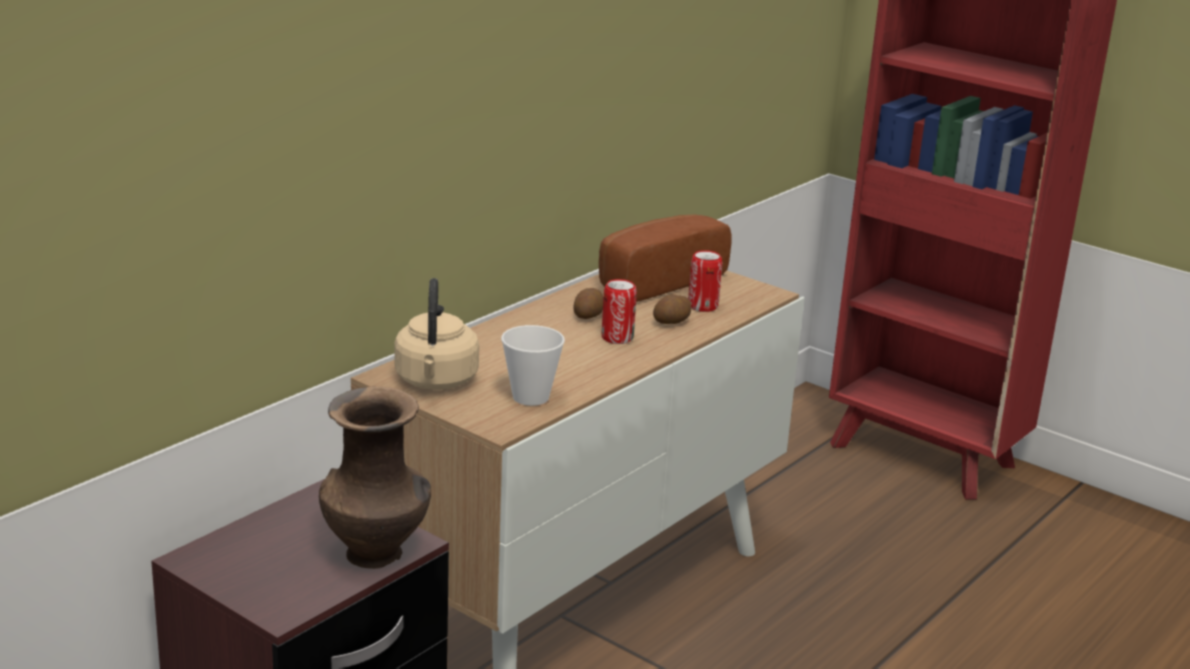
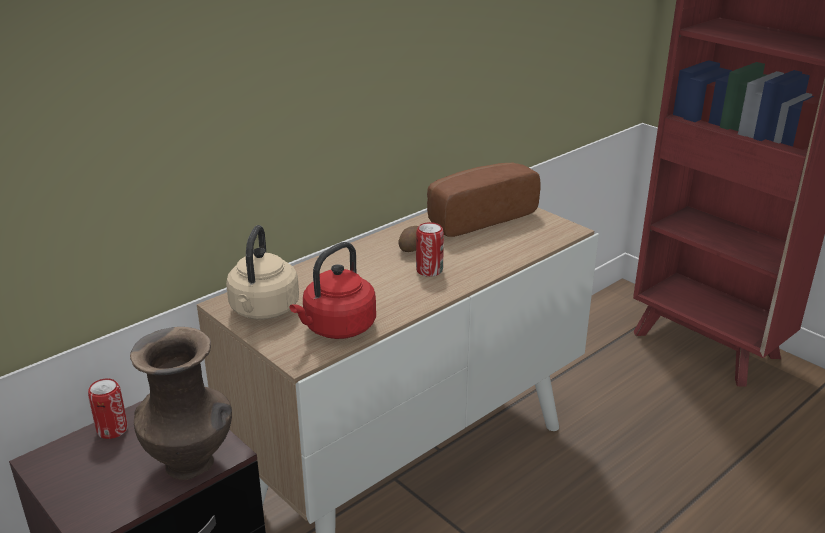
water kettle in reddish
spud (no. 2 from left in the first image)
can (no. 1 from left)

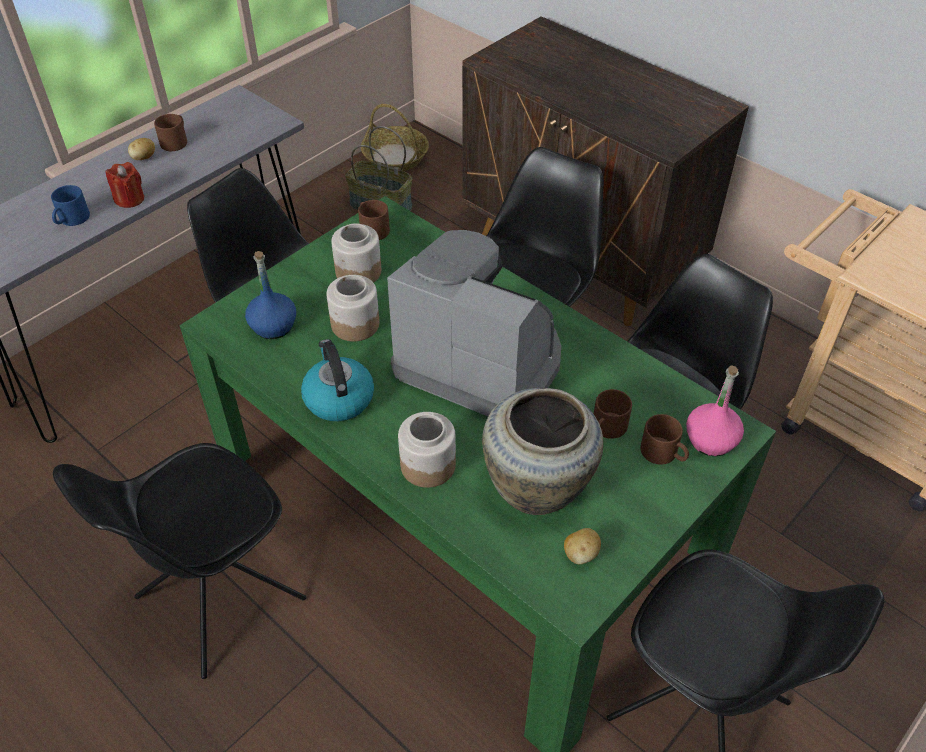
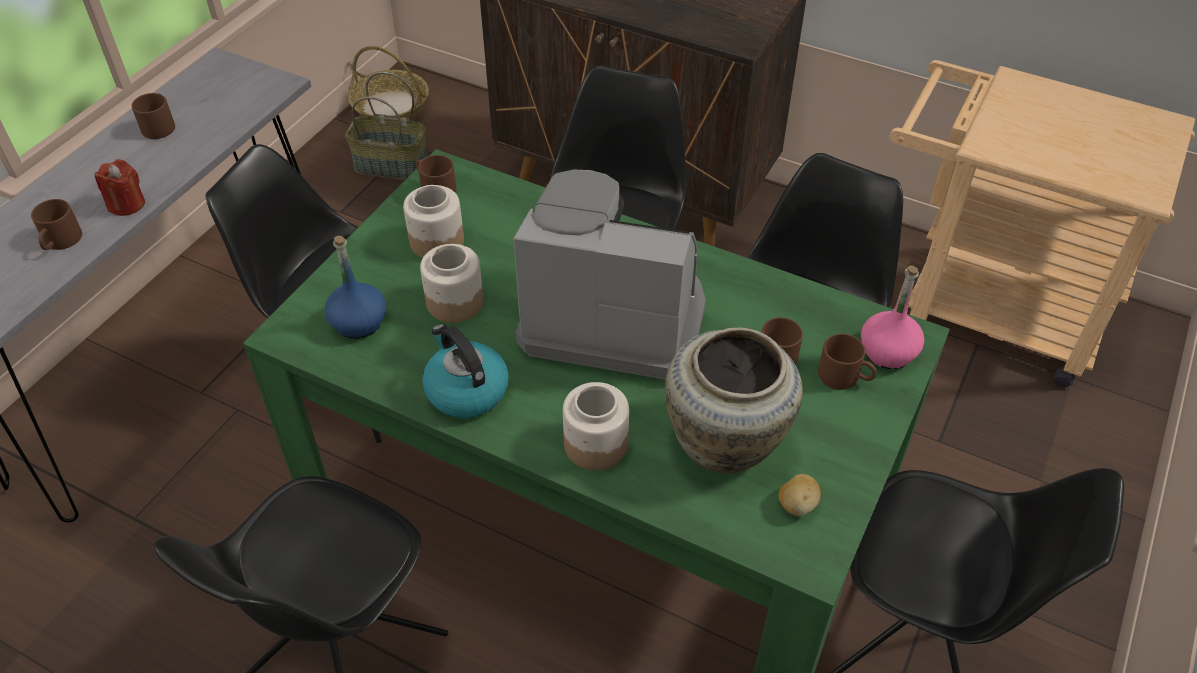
coffee mug in brownish (no. 1 from left)
spud (no. 1 from left in the first image)

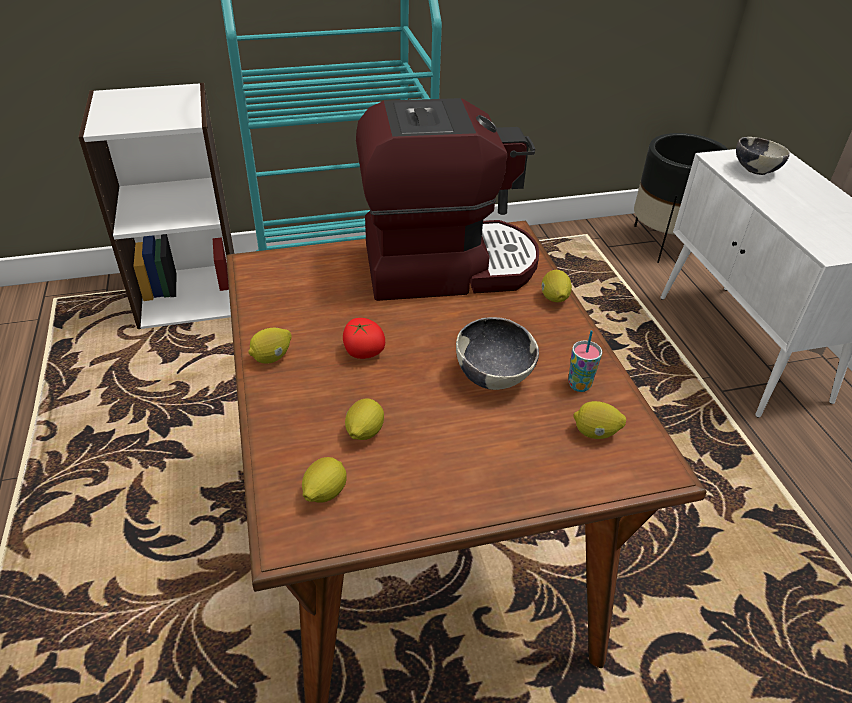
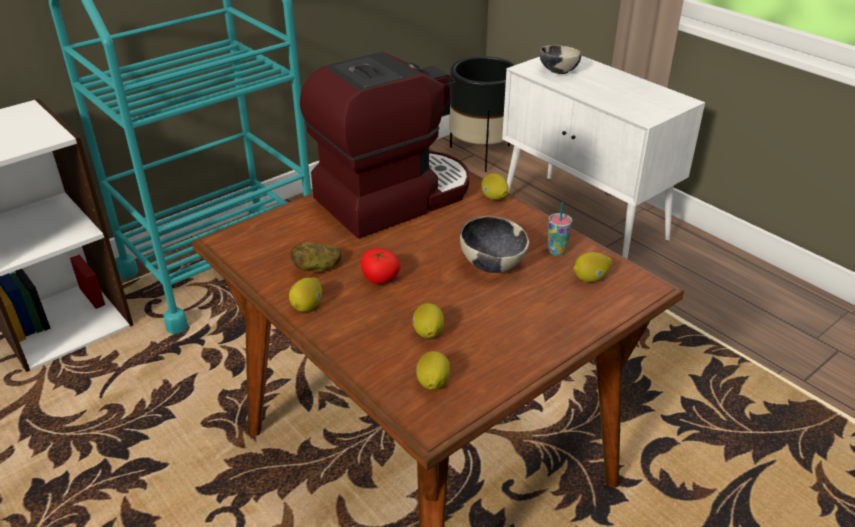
spud

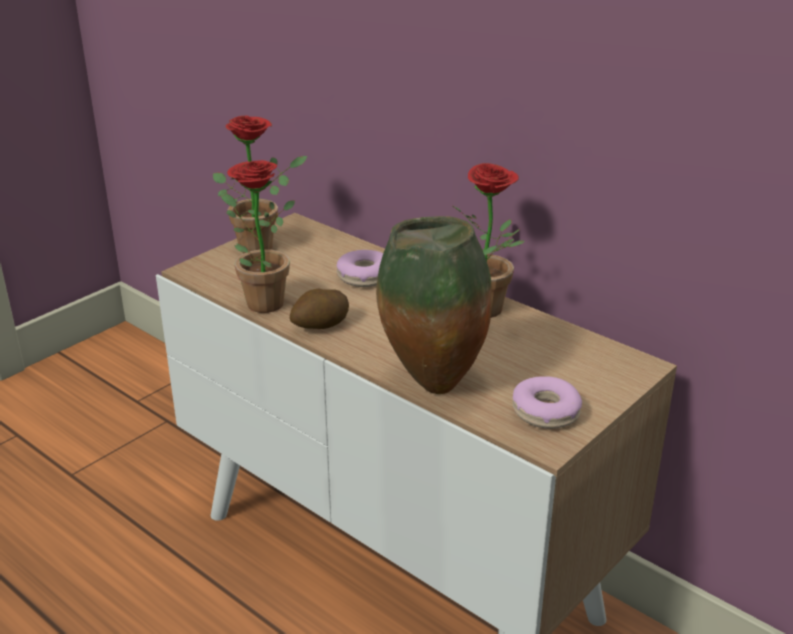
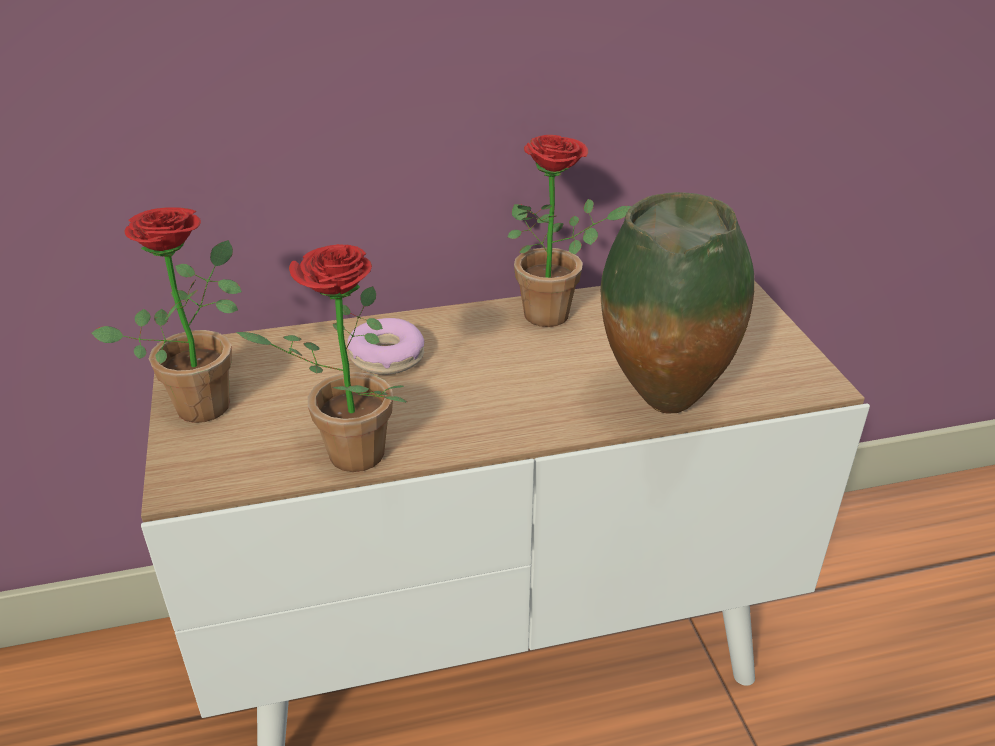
spud
donut (no. 2 from left in the first image)

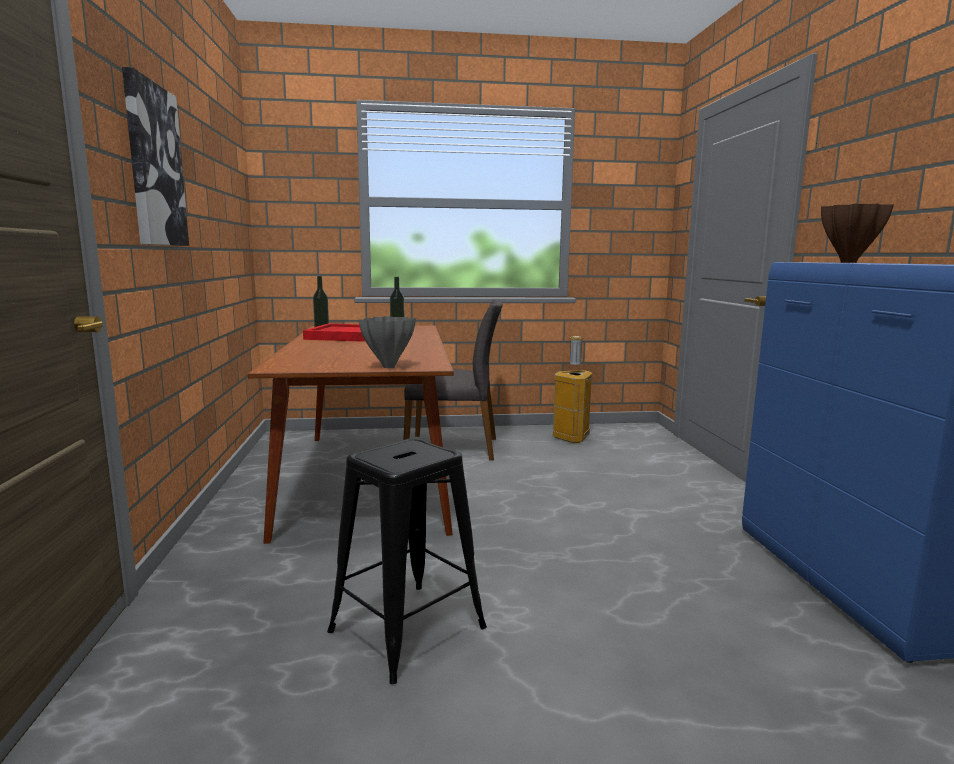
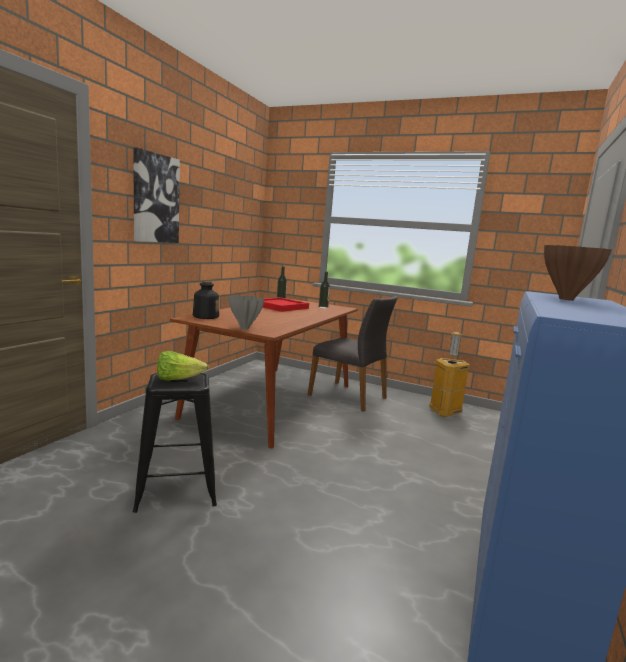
head of lettuce
beverage bottle (no. 1 from left)

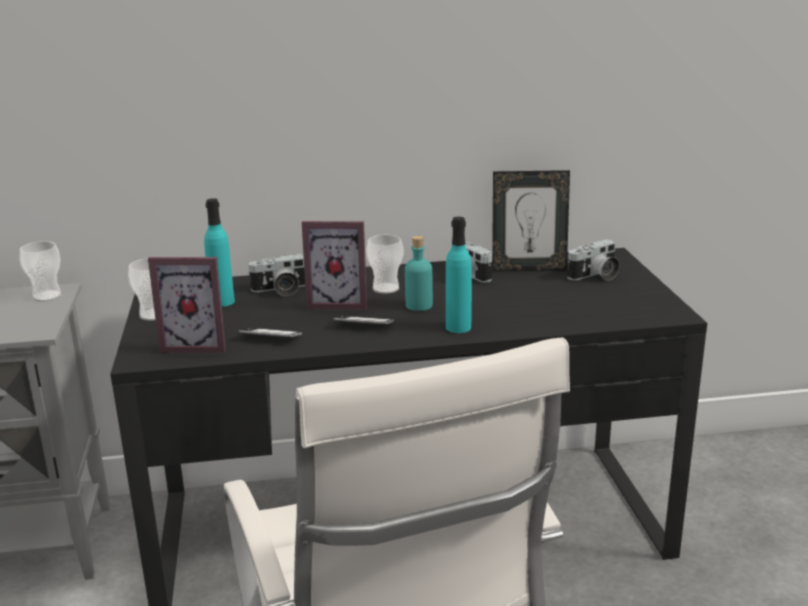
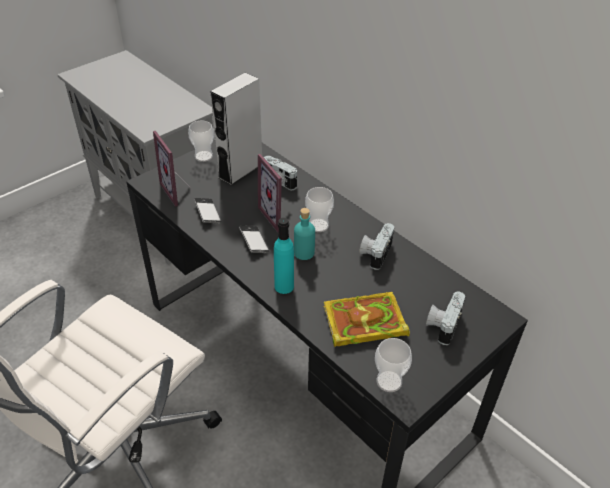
drinking cup (no. 3 from left)
loudspeaker in greyish
standing frame (no. 3 from left in the first image)
photo camera (no. 3 from left)
volume

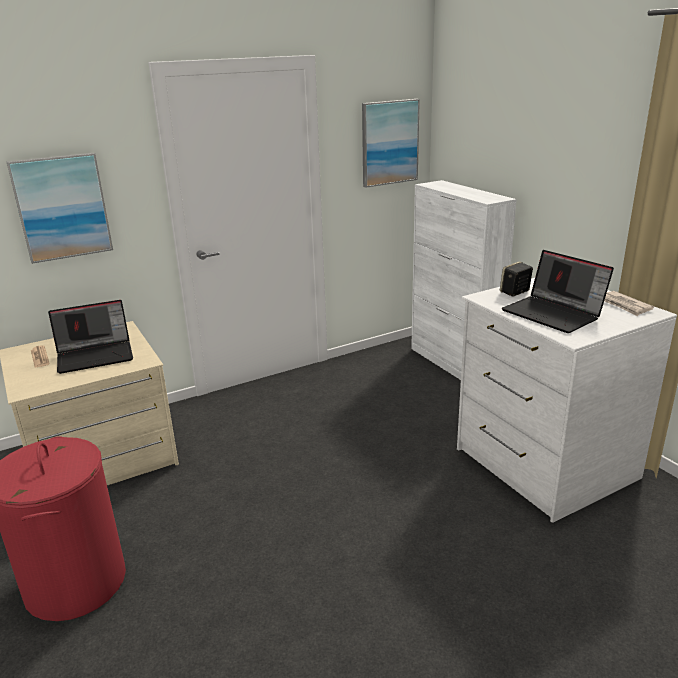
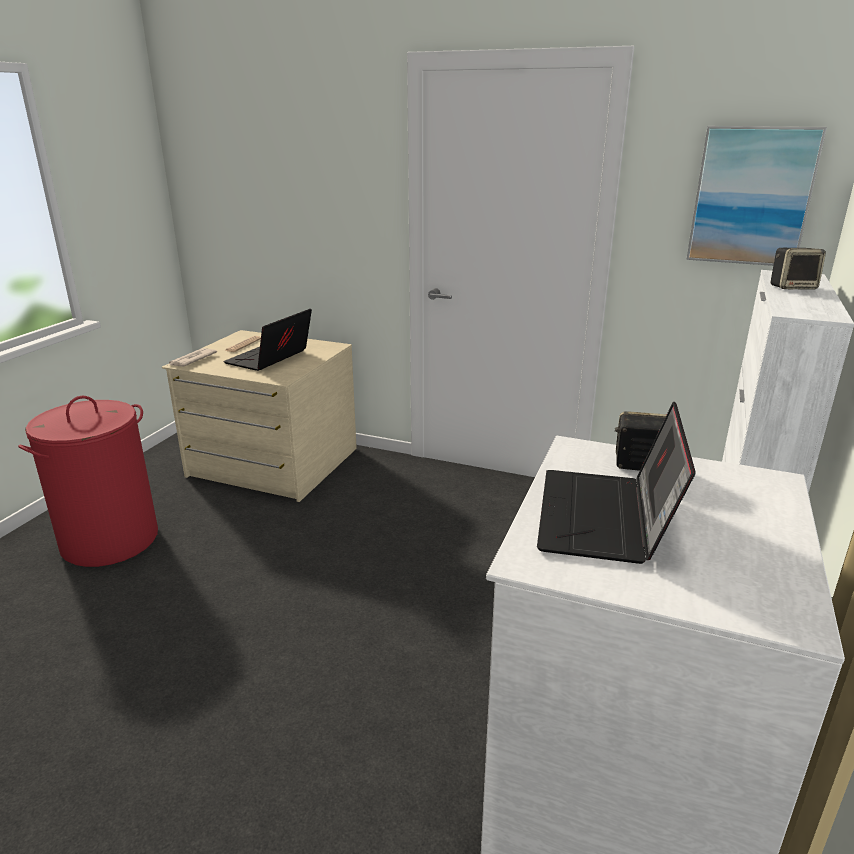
picture (no. 1 from left in the first image)
portable computer (no. 1 from left)
printed paper (no. 1 from left)
loudspeaker (no. 2 from left)

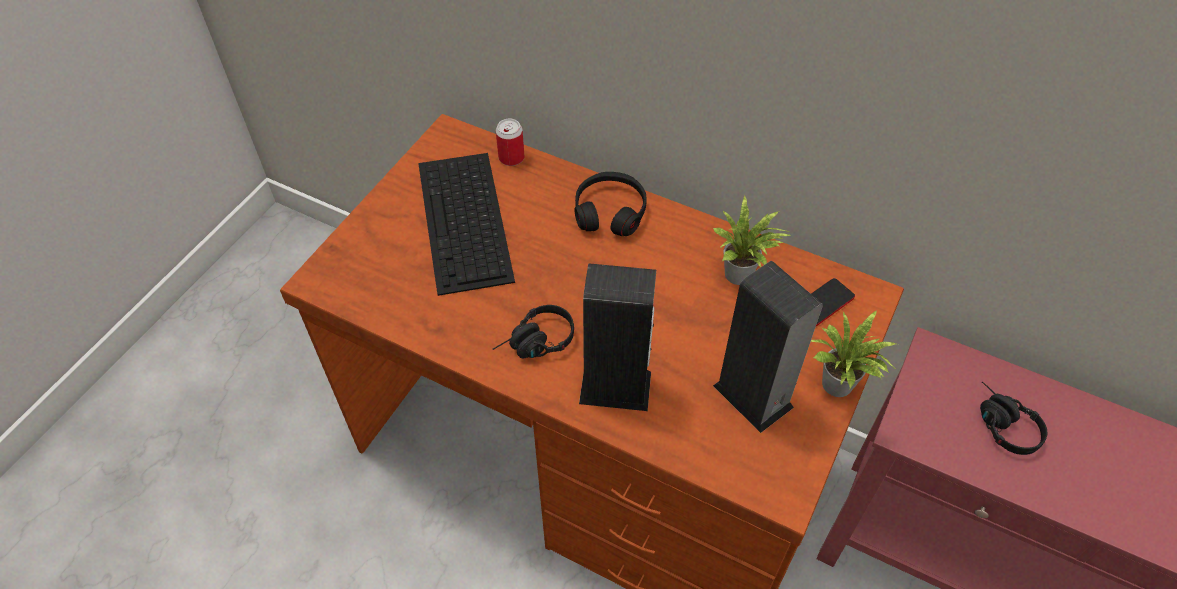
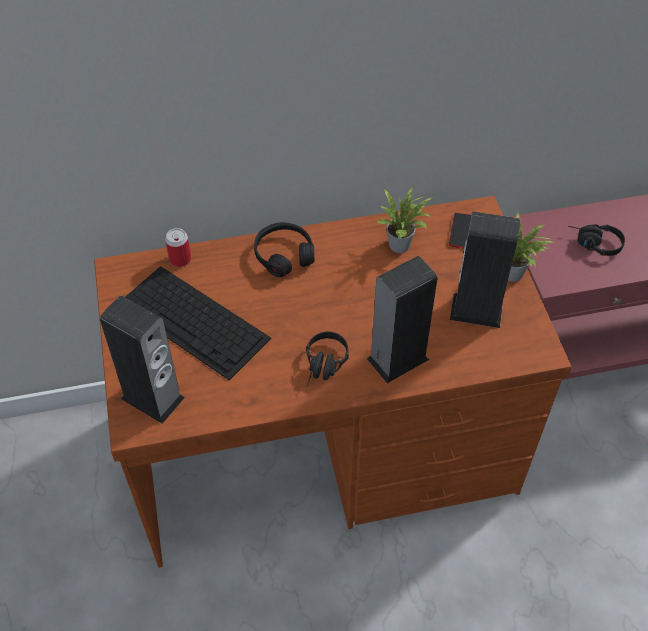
loudspeaker (no. 1 from left)

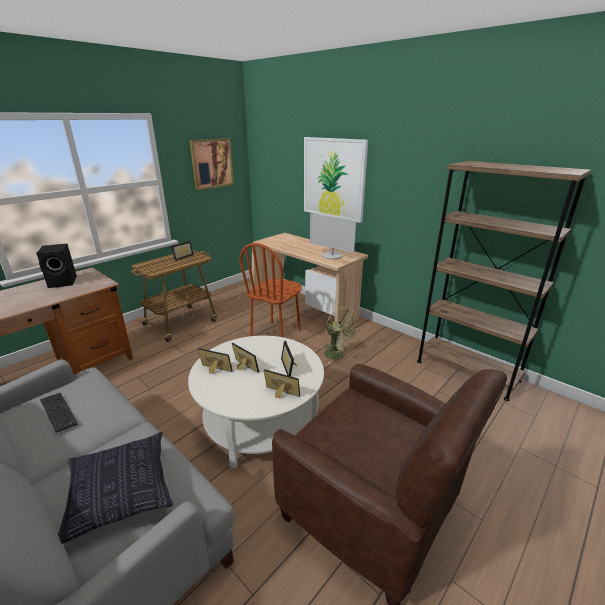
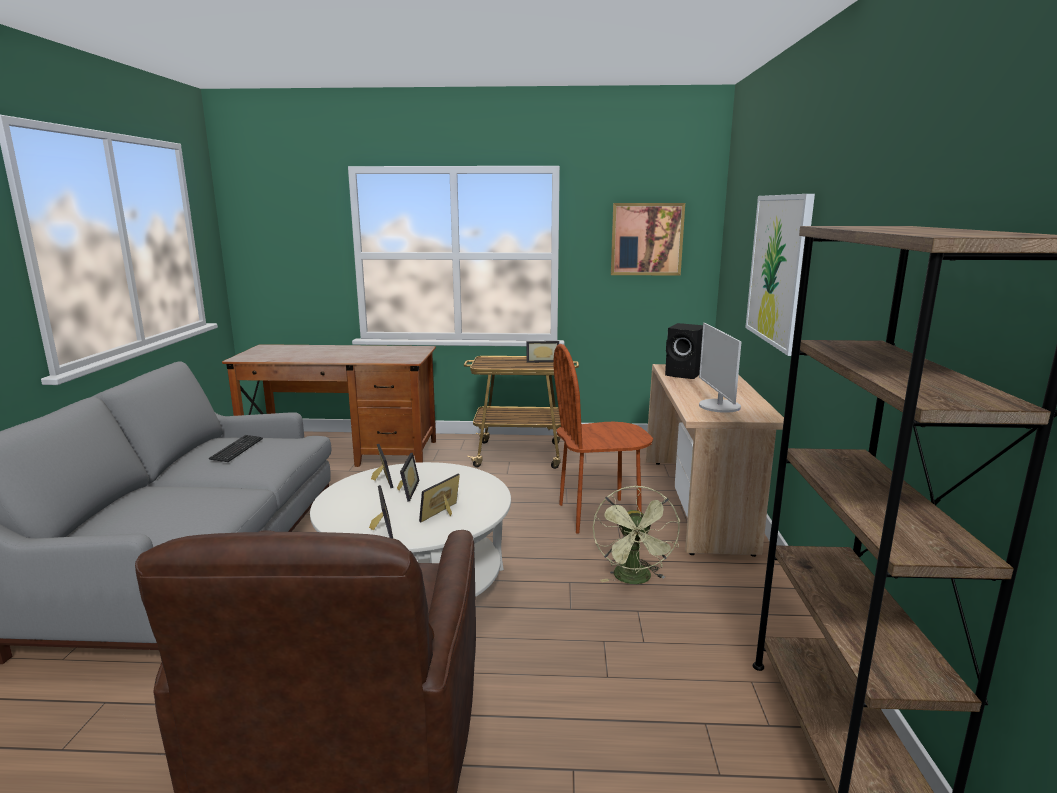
loudspeaker in black-coloured
throw pillow

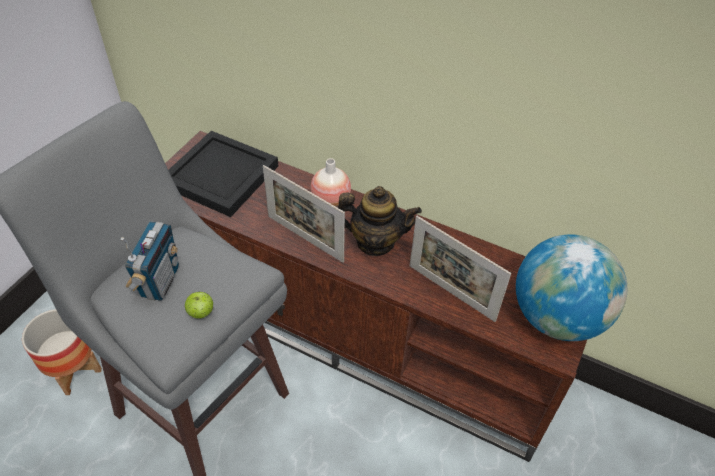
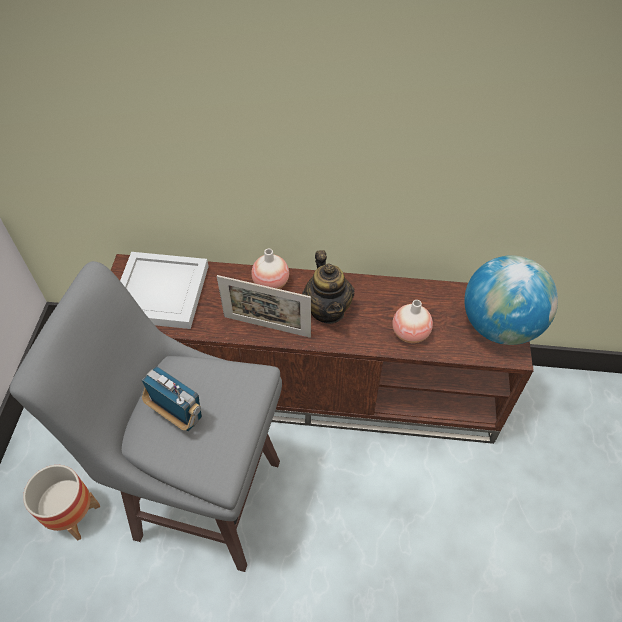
radio set
carrying tray in whitish
apple fruit
teapot
decorative vase (no. 2 from left)

